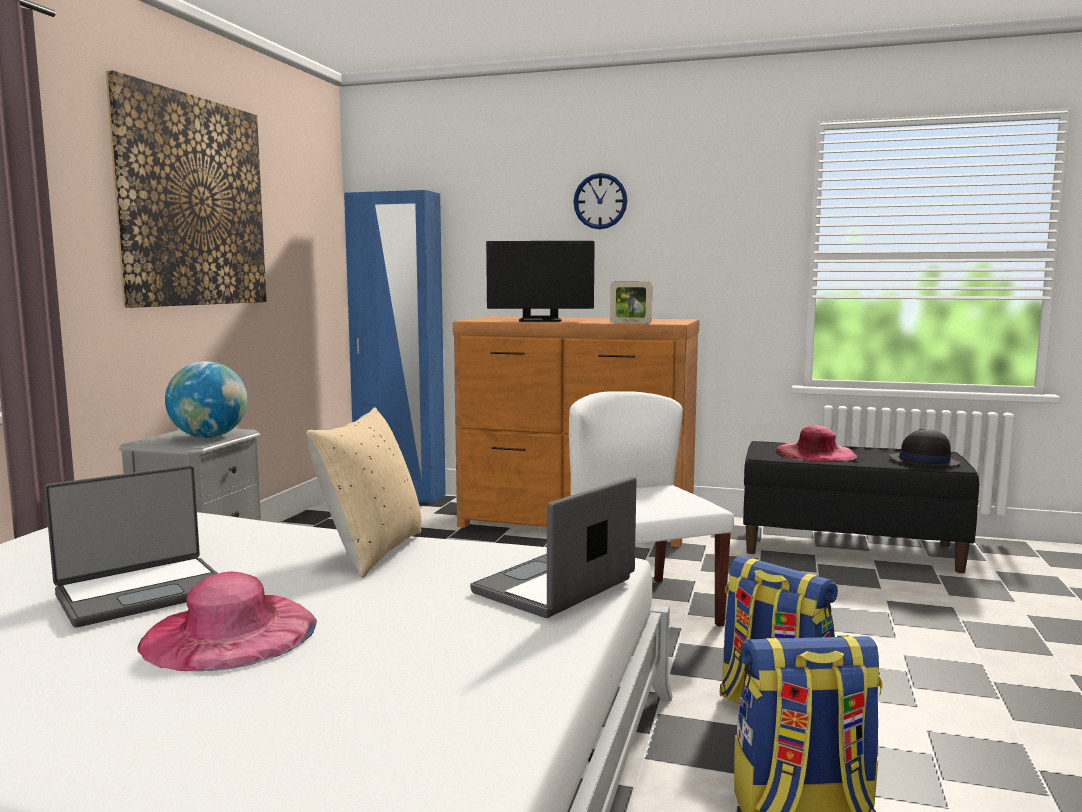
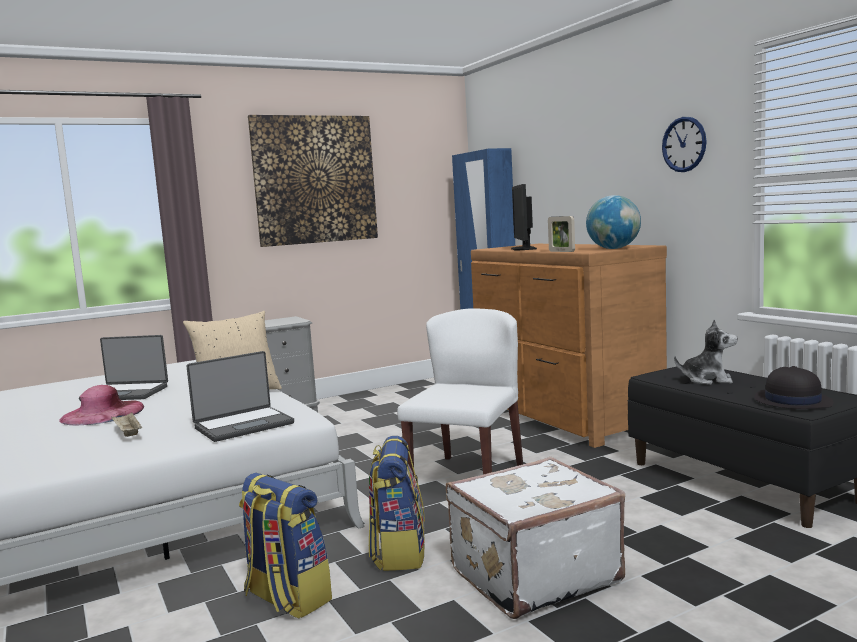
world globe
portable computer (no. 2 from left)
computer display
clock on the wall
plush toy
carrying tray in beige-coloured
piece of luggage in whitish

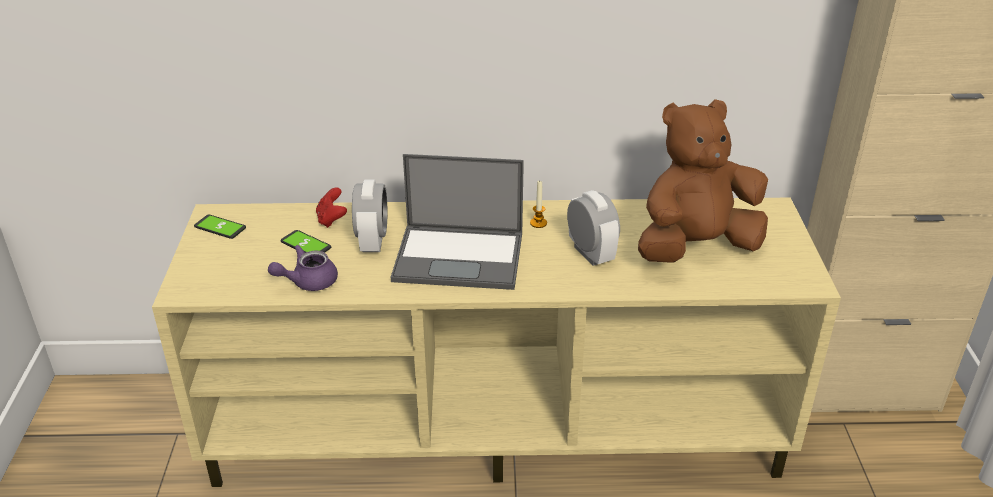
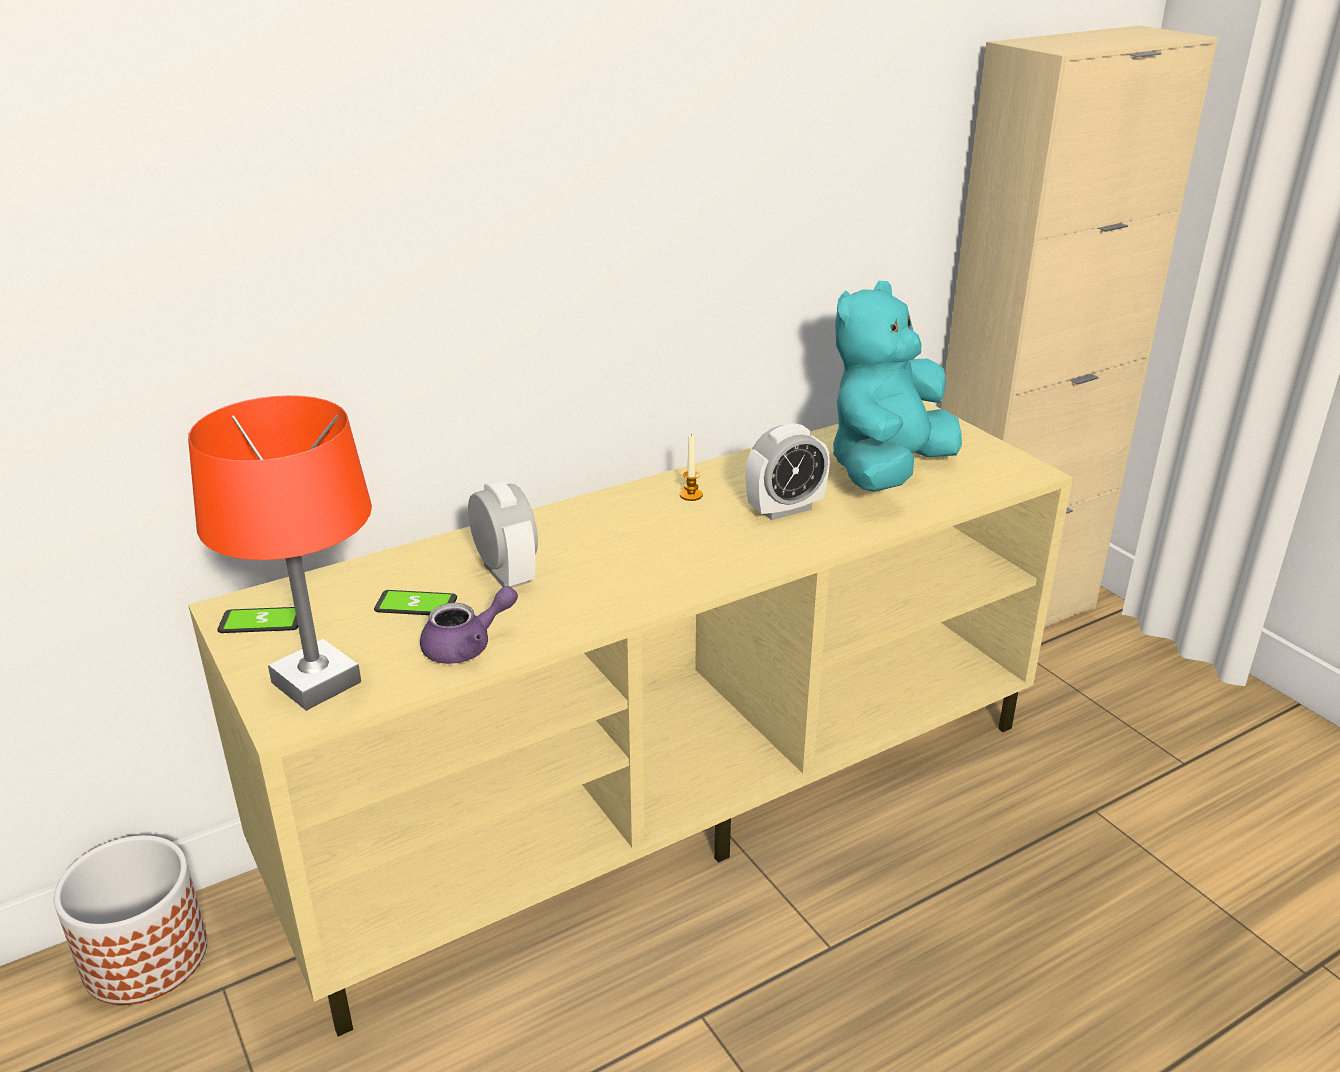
teapot in purple
joypad in reddish
portable computer
bedside clock (no. 2 from left)
plush toy in turquoise-coloured
plant pot
lamp for a table in orange

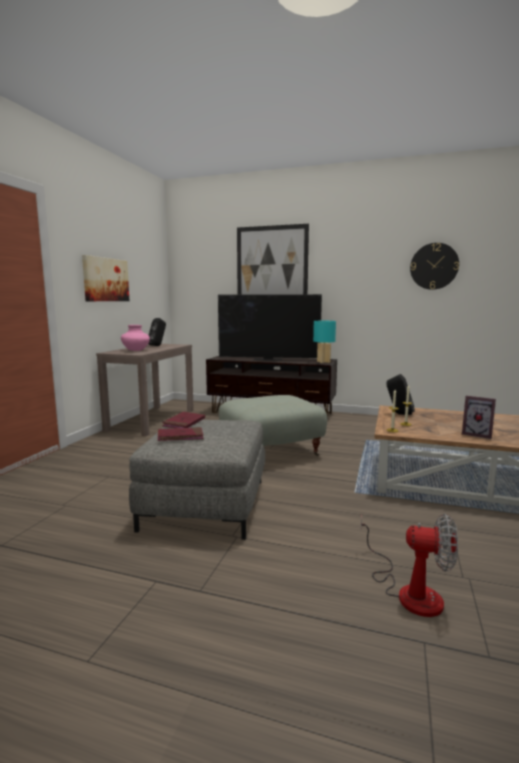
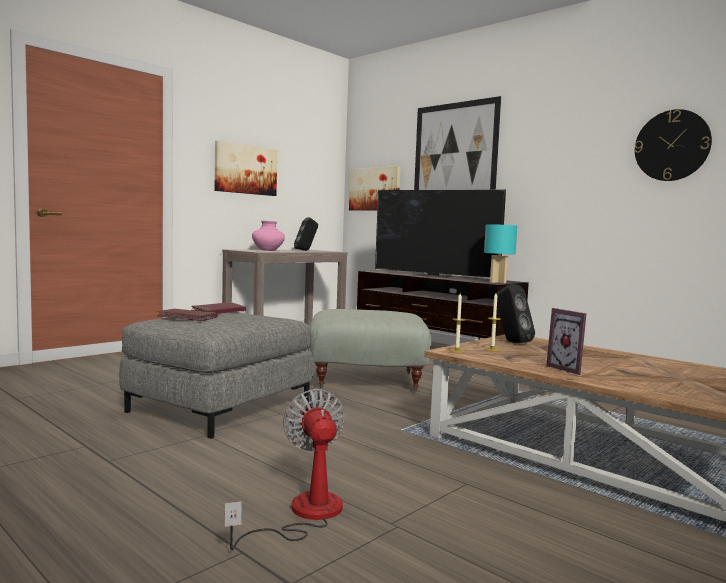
cooling fan
picture (no. 2 from left)

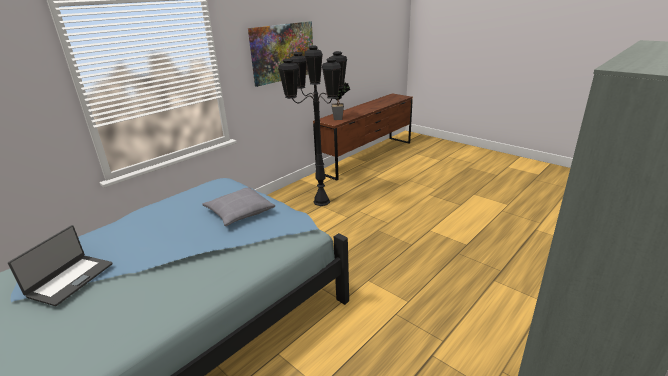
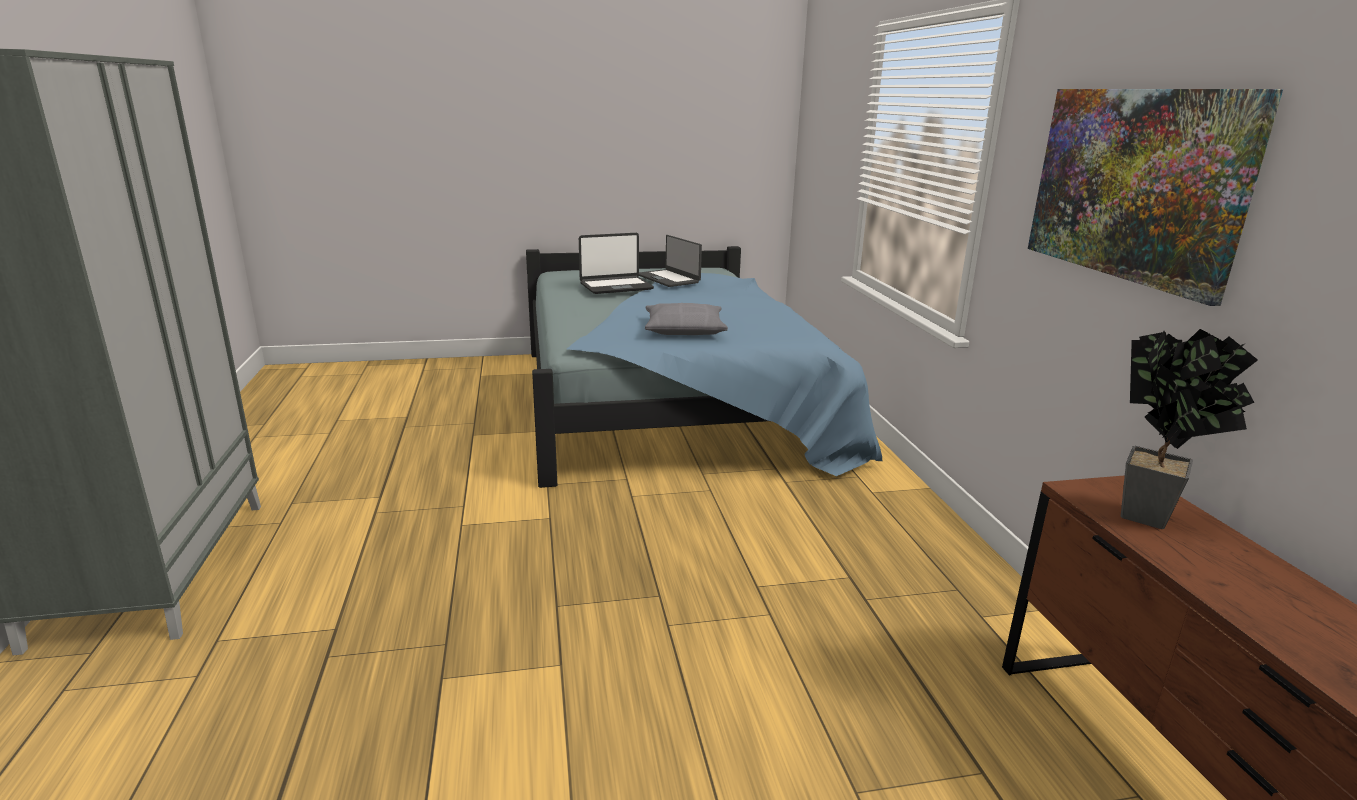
standard lamp in black-coloured
portable computer (no. 1 from left)

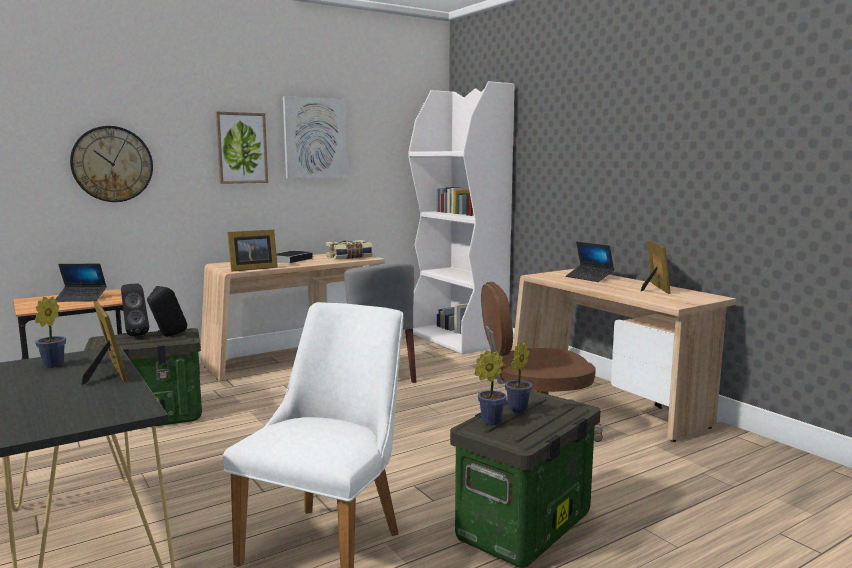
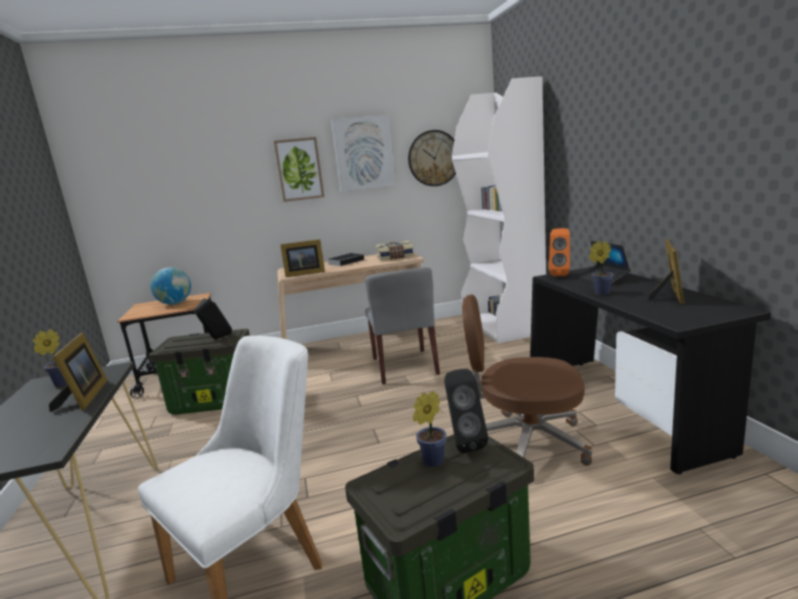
world globe
clock on the wall
loudspeaker in black-coloured (no. 2 from left)
houseplant (no. 3 from left)
desk in black-coloured
loudspeaker in orange

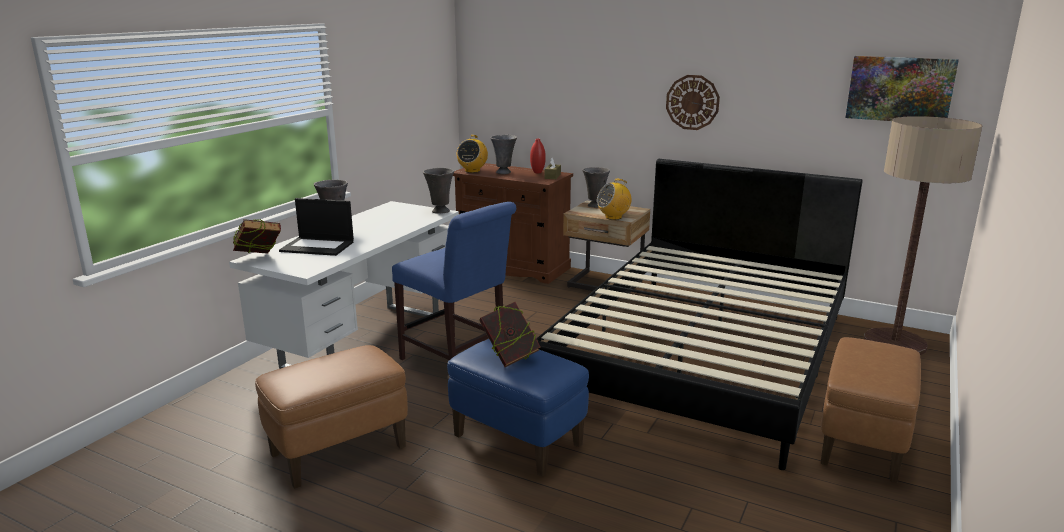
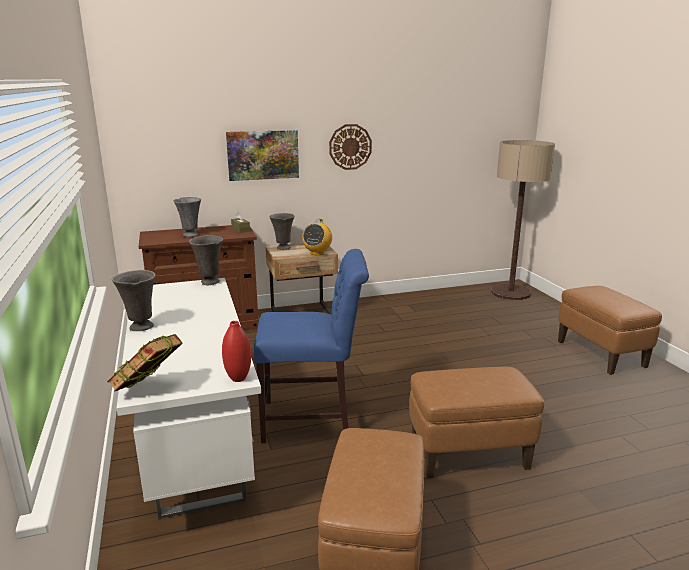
portable computer
footrest in brownish (no. 2 from left)
radio set (no. 1 from left in the first image)
volume (no. 2 from left in the first image)
decorative vase in reddish
sleeping bed in black-coloured
picture

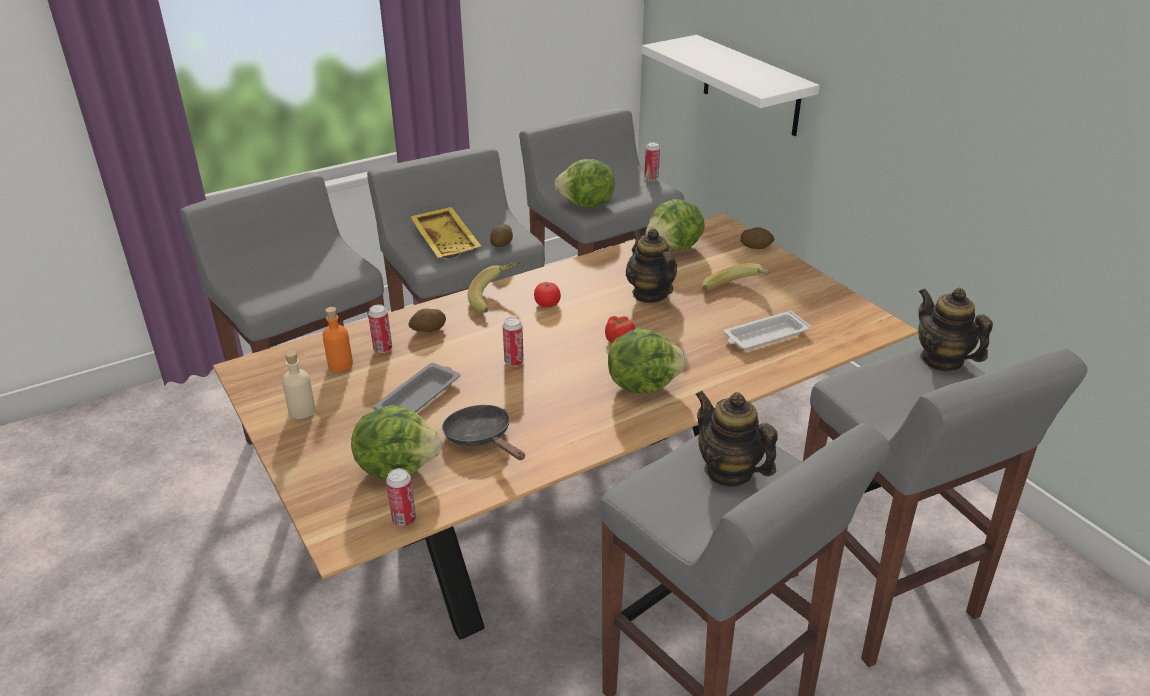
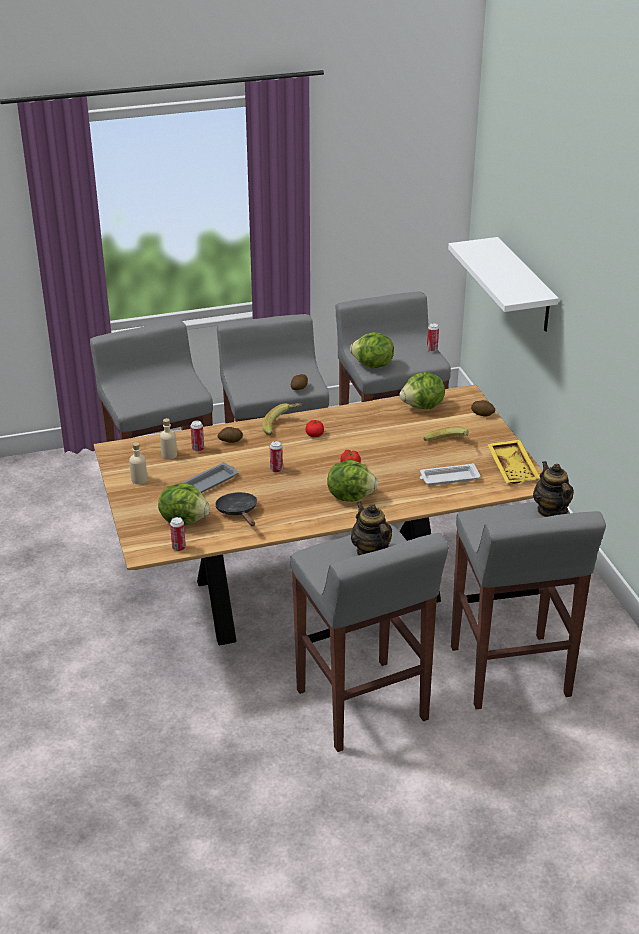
beverage bottle in beige-coloured (no. 2 from left)
carrying tray in yellow
teapot (no. 1 from left in the first image)

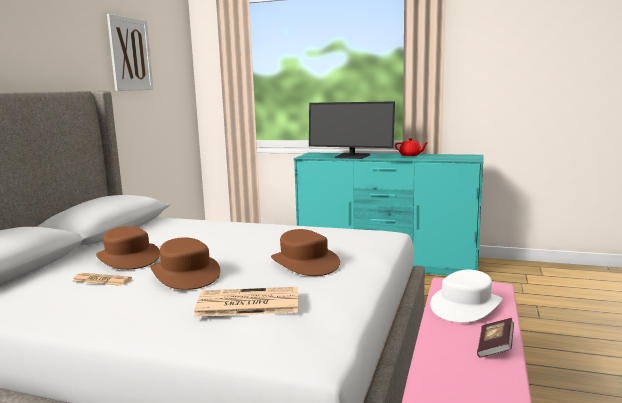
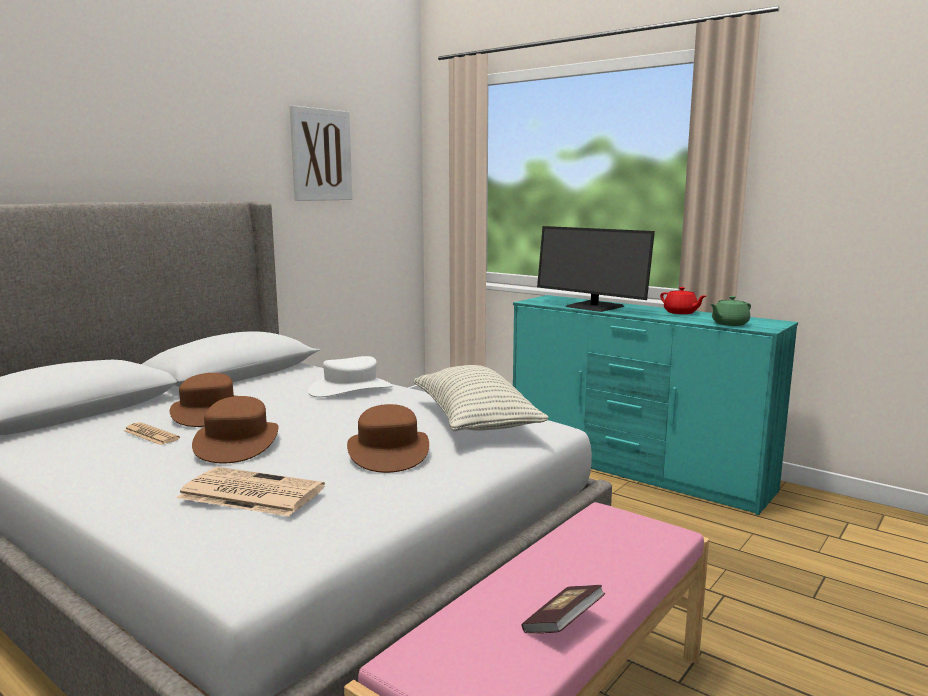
clothing hat in whitish
throw pillow
teapot in greenish

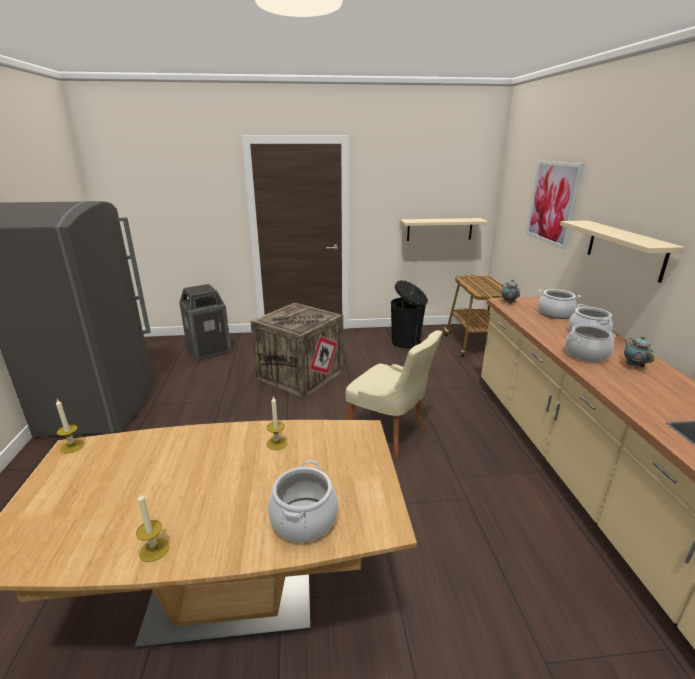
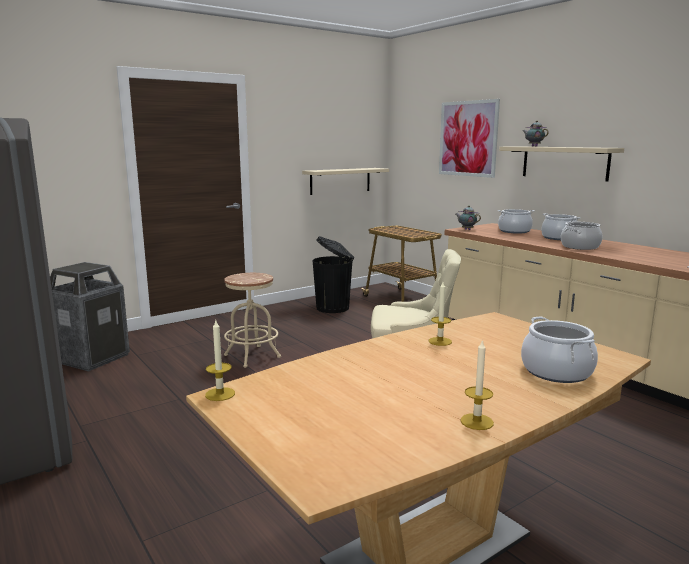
sitting stool in beige-coloured
teapot (no. 2 from left)

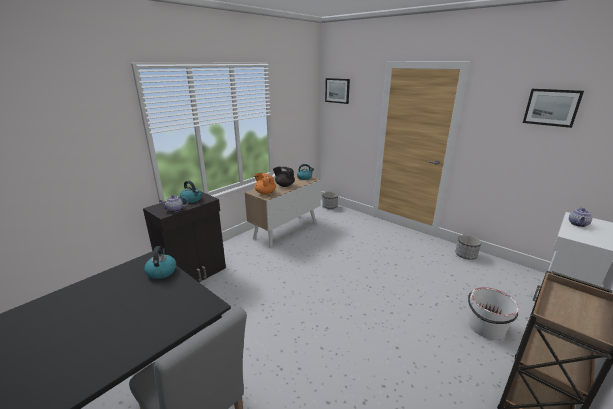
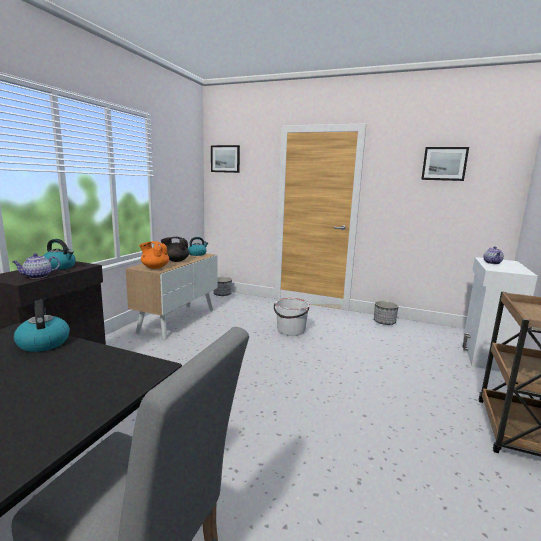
bucket in whitish

